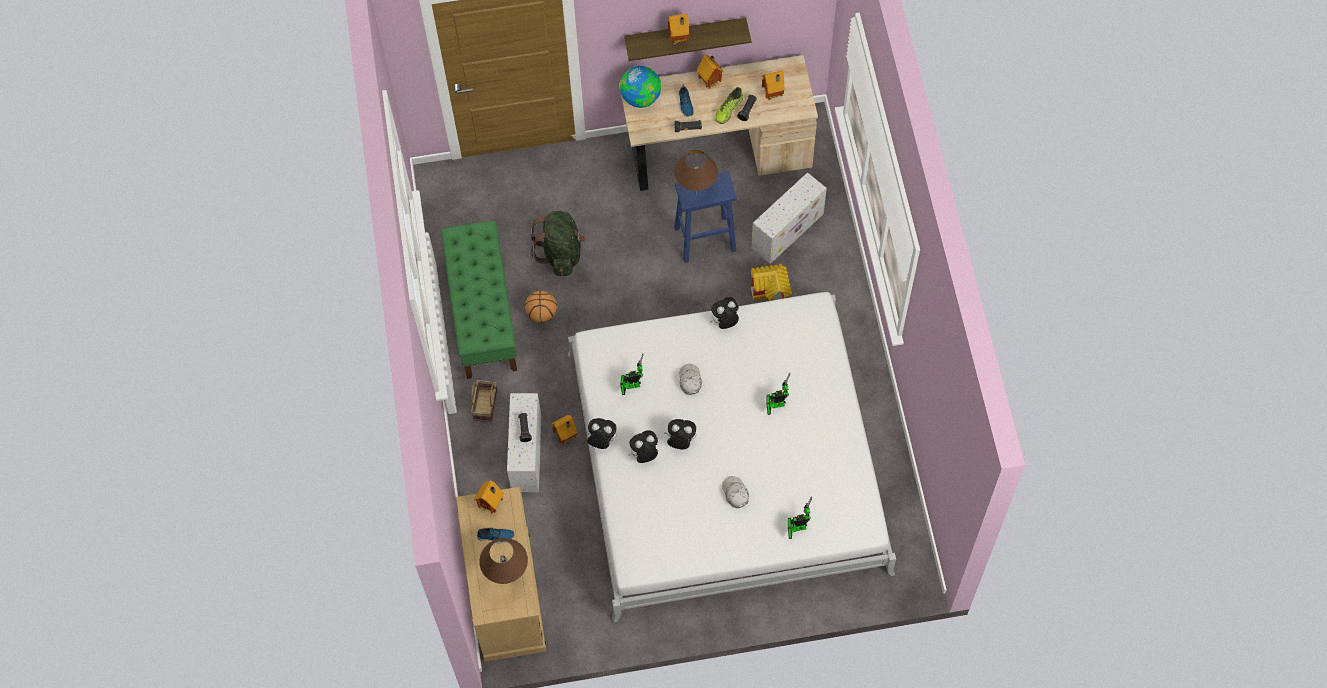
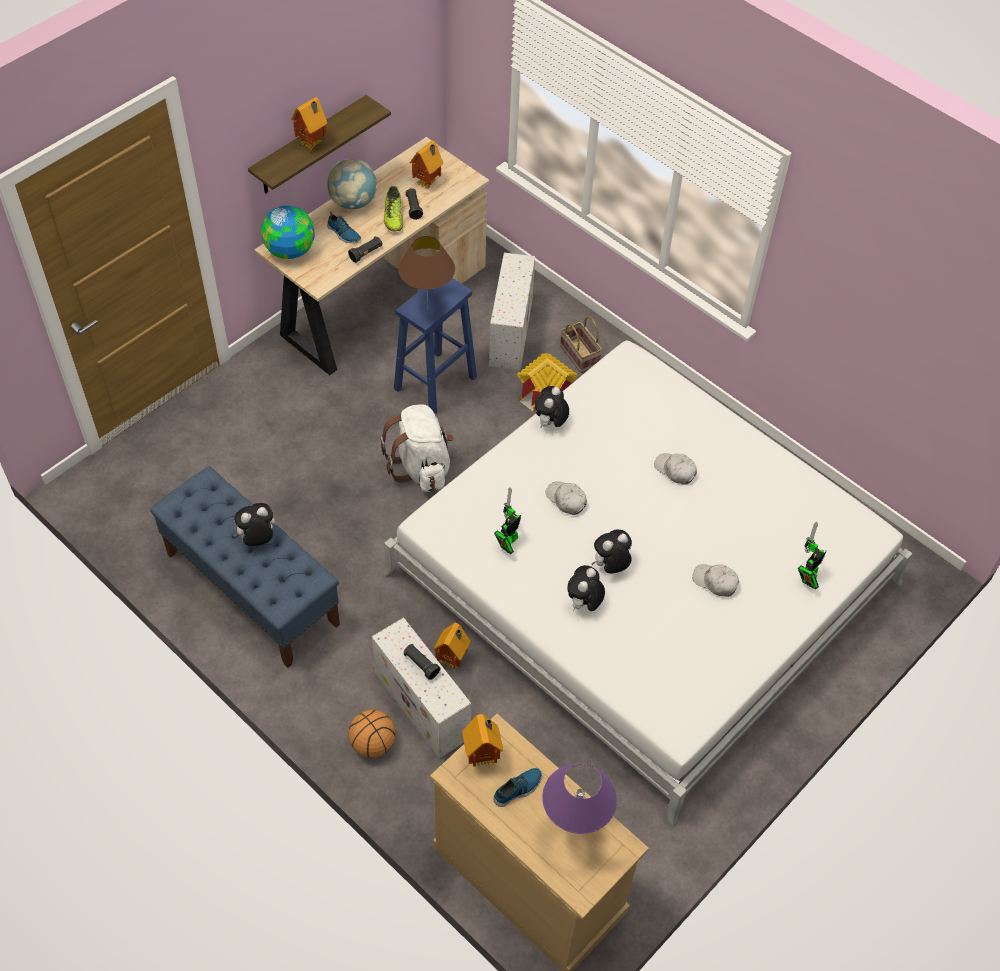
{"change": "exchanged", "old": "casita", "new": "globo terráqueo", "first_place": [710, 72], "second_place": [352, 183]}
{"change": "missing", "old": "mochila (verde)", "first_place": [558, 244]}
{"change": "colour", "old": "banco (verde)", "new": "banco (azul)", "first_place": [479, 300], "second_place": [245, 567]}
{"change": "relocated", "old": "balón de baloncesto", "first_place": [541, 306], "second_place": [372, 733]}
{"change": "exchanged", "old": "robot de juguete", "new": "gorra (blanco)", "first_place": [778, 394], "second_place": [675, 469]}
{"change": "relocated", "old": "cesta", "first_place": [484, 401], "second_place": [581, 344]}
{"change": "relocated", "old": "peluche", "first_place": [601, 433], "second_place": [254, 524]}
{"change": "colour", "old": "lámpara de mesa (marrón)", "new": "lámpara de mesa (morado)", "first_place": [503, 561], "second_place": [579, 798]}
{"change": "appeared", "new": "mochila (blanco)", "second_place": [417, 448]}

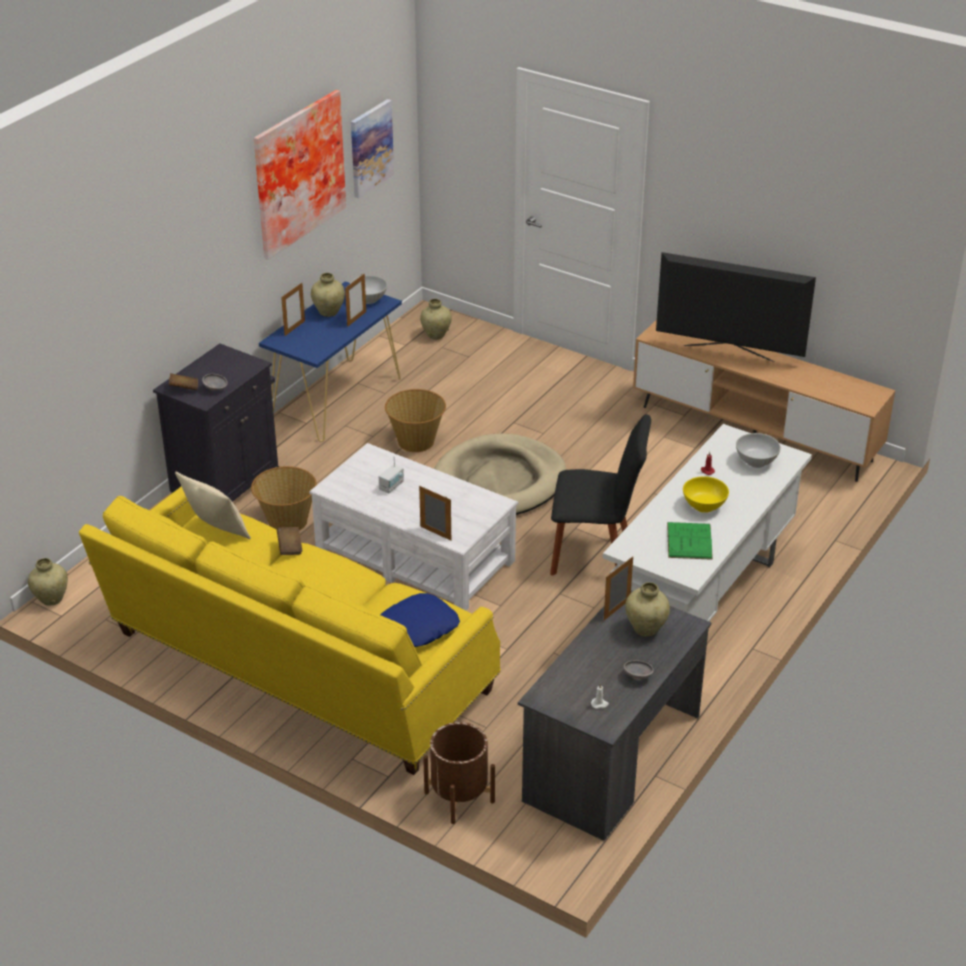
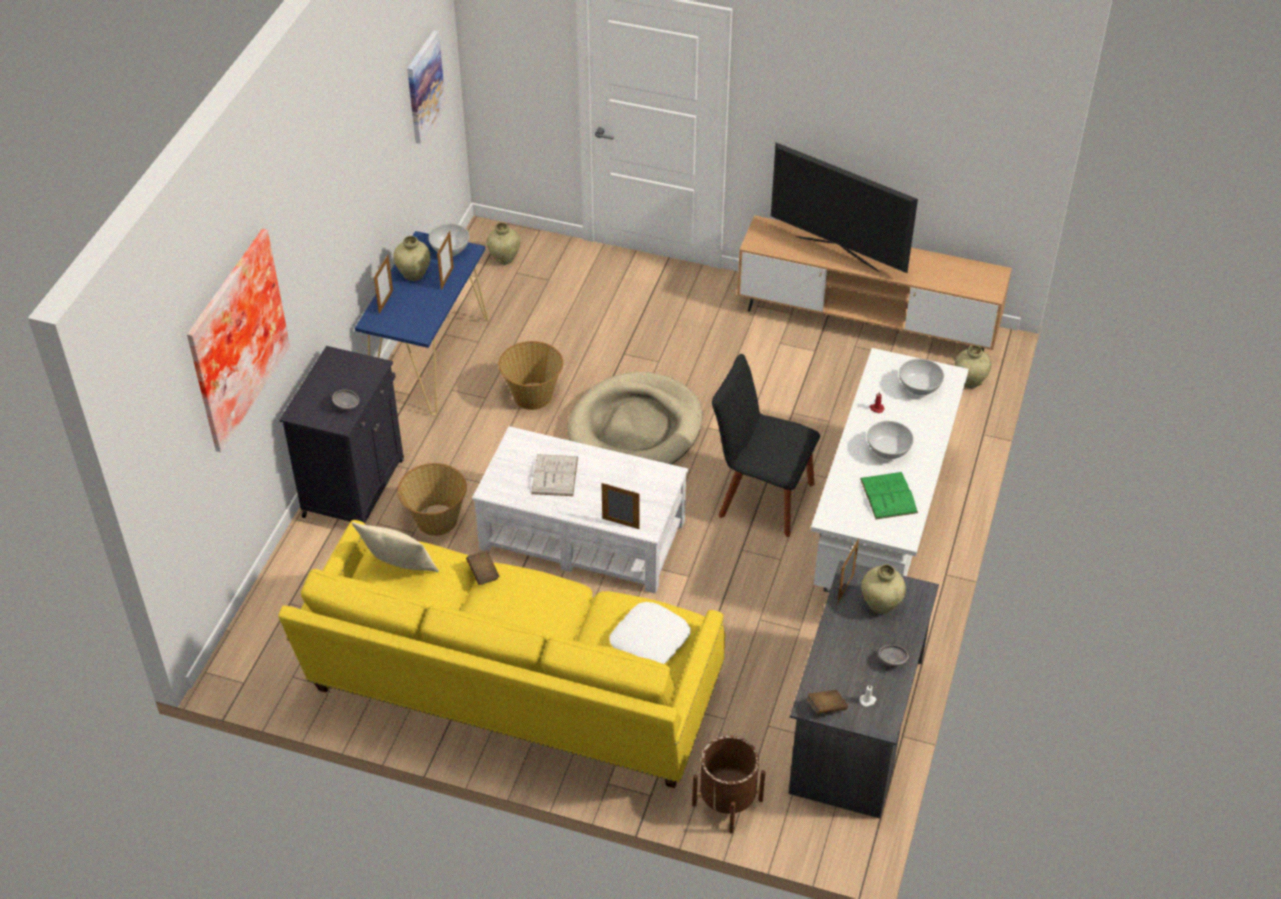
{"change": "relocated", "old": "cuadro", "first_place": [300, 175], "second_place": [238, 340]}
{"change": "spun", "old": "televisor", "first_place": [736, 307], "second_place": [844, 208], "degrees": -150}
{"change": "relocated", "old": "libro (marrón)", "first_place": [183, 381], "second_place": [827, 702]}
{"change": "spun", "old": "silla (negro)", "first_place": [600, 495], "second_place": [766, 445], "degrees": -150}
{"change": "exchanged", "old": "radio", "new": "libro (blanco)", "first_place": [391, 474], "second_place": [554, 475]}
{"change": "colour", "old": "cuenco (amarillo)", "new": "cuenco (blanco)", "first_place": [706, 494], "second_place": [890, 440]}
{"change": "relocated", "old": "florero (beis)", "first_place": [48, 581], "second_place": [972, 366]}
{"change": "colour", "old": "cojín (azul)", "new": "cojín (blanco)", "first_place": [420, 620], "second_place": [650, 633]}

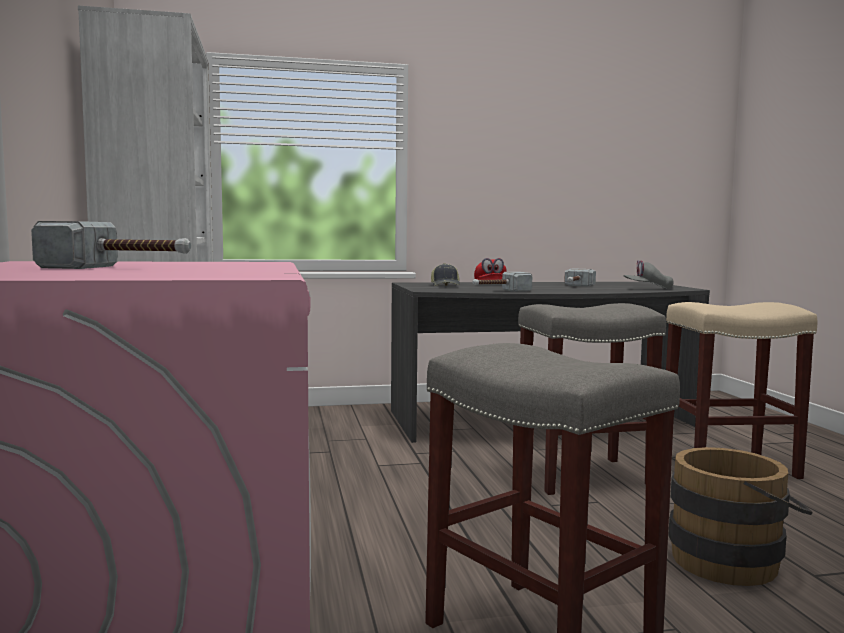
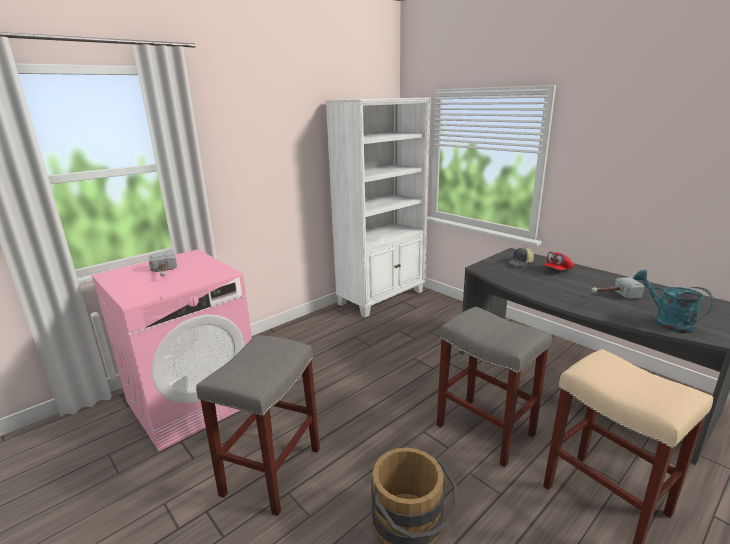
{"change": "exchanged", "old": "gorra (gris)", "new": "regadera (turquesa)", "first_place": [648, 274], "second_place": [674, 301]}
{"change": "missing", "old": "martillo", "first_place": [502, 282]}

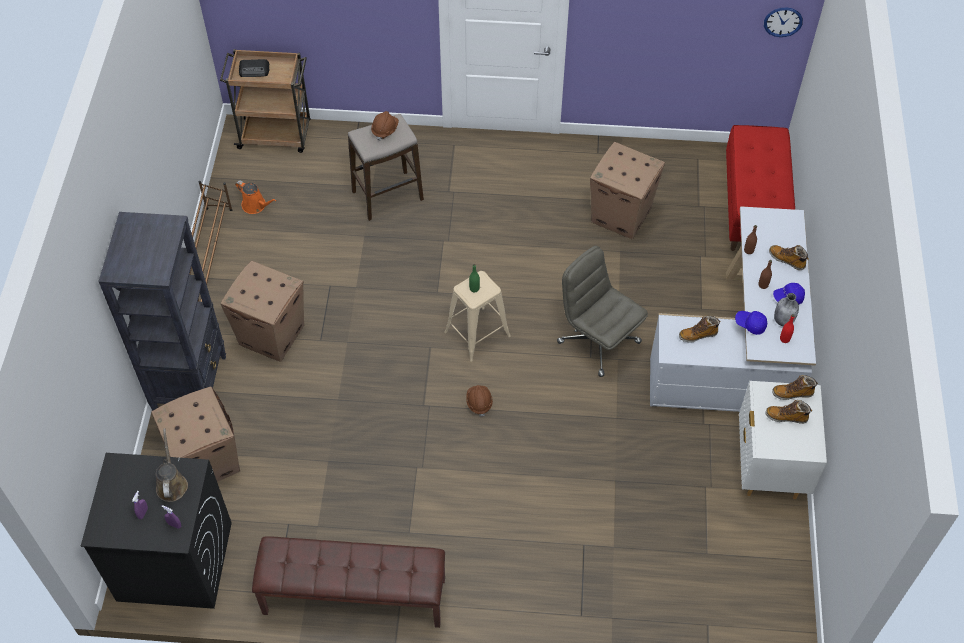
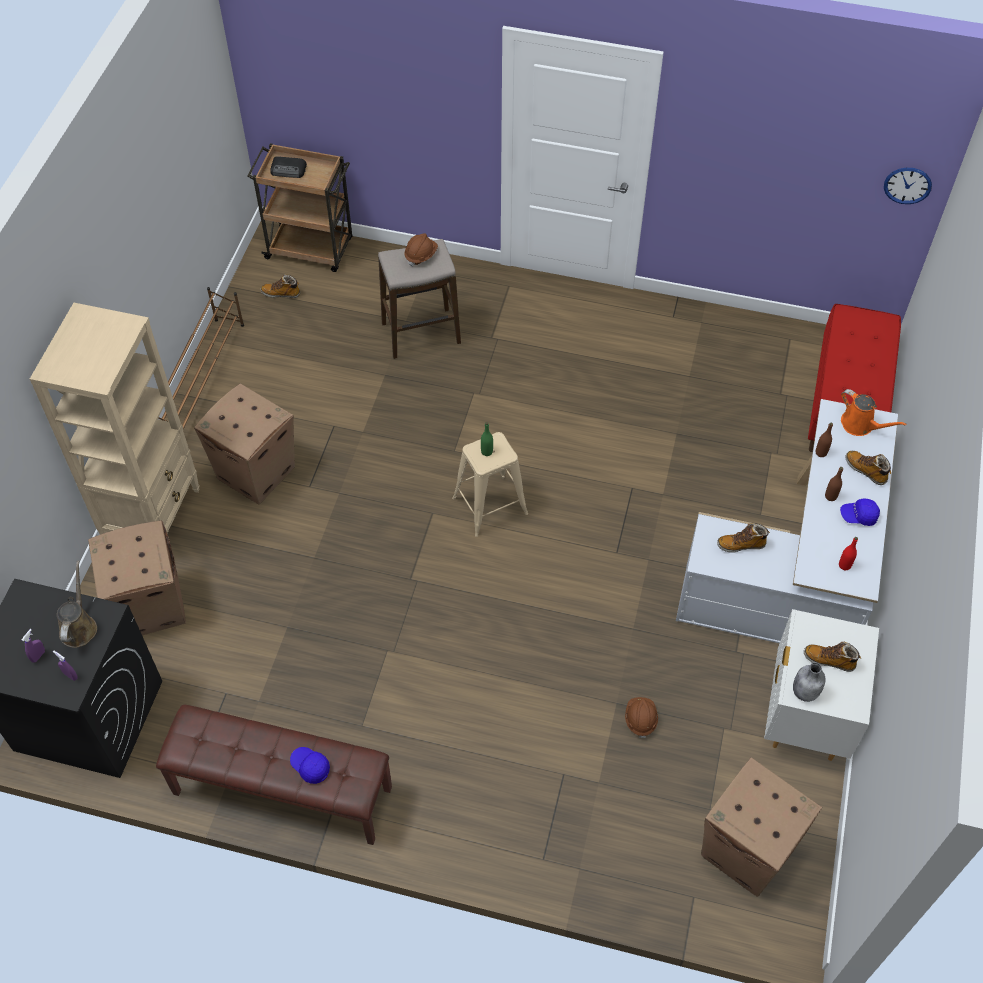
{"change": "relocated", "old": "caja de cartón", "first_place": [627, 190], "second_place": [761, 827]}
{"change": "relocated", "old": "regadera (naranja)", "first_place": [256, 197], "second_place": [873, 412]}
{"change": "colour", "old": "estantería (negro)", "new": "estantería (beis)", "first_place": [162, 311], "second_place": [115, 418]}
{"change": "missing", "old": "silla de oficina (gris)", "first_place": [602, 311]}
{"change": "relocated", "old": "botella (gris)", "first_place": [786, 309], "second_place": [809, 682]}
{"change": "relocated", "old": "gorra (azul)", "first_place": [751, 323], "second_place": [310, 765]}
{"change": "relocated", "old": "bota", "first_place": [795, 387], "second_place": [280, 286]}
{"change": "relocated", "old": "casco (marrón)", "first_place": [479, 400], "second_place": [641, 717]}

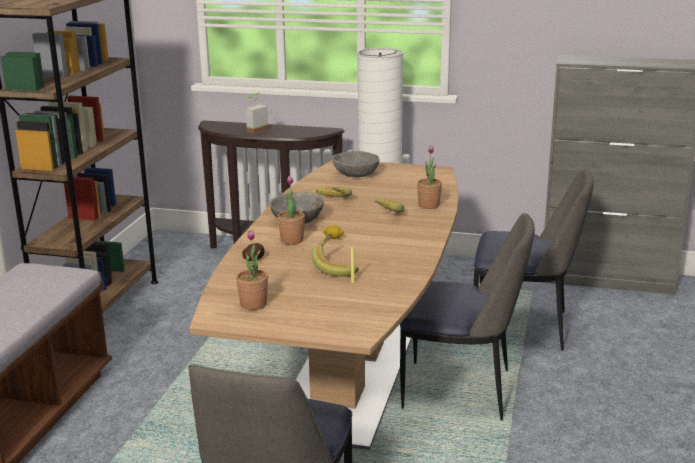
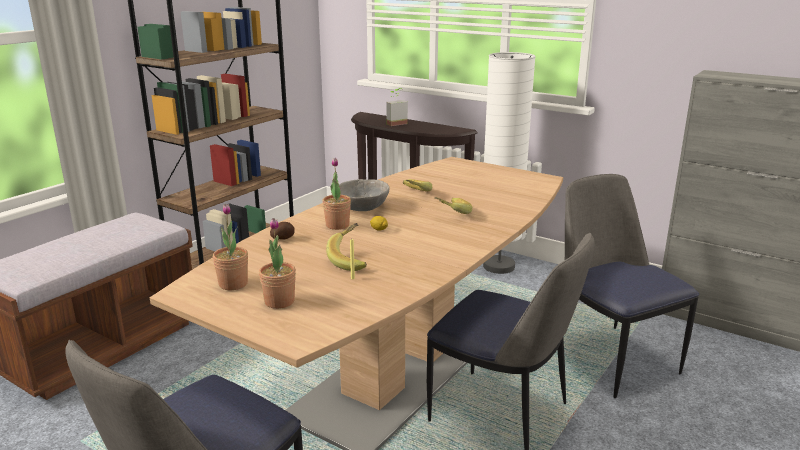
{"change": "relocated", "old": "planta en maceta", "first_place": [429, 177], "second_place": [277, 263]}
{"change": "missing", "old": "cuenco (gris)", "first_place": [356, 164]}
{"change": "spun", "old": "silla", "first_place": [534, 260], "second_place": [632, 286], "degrees": -150}

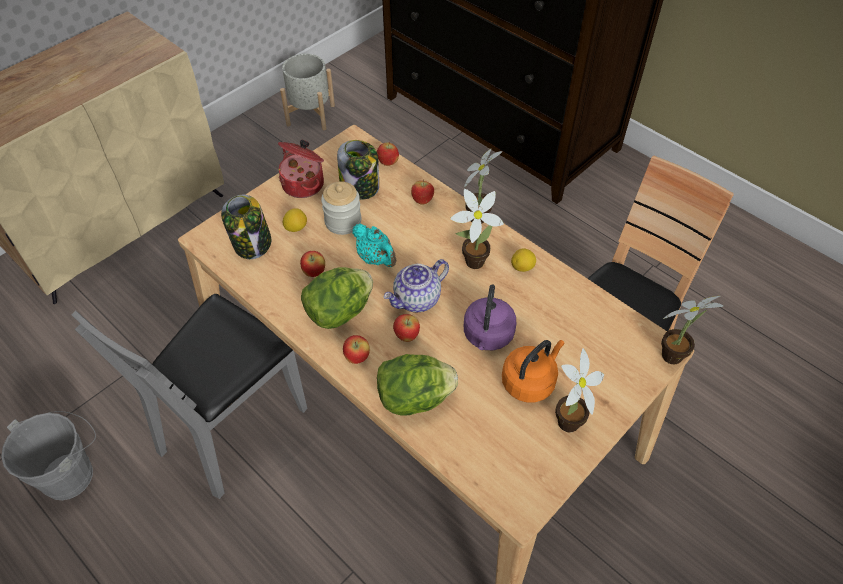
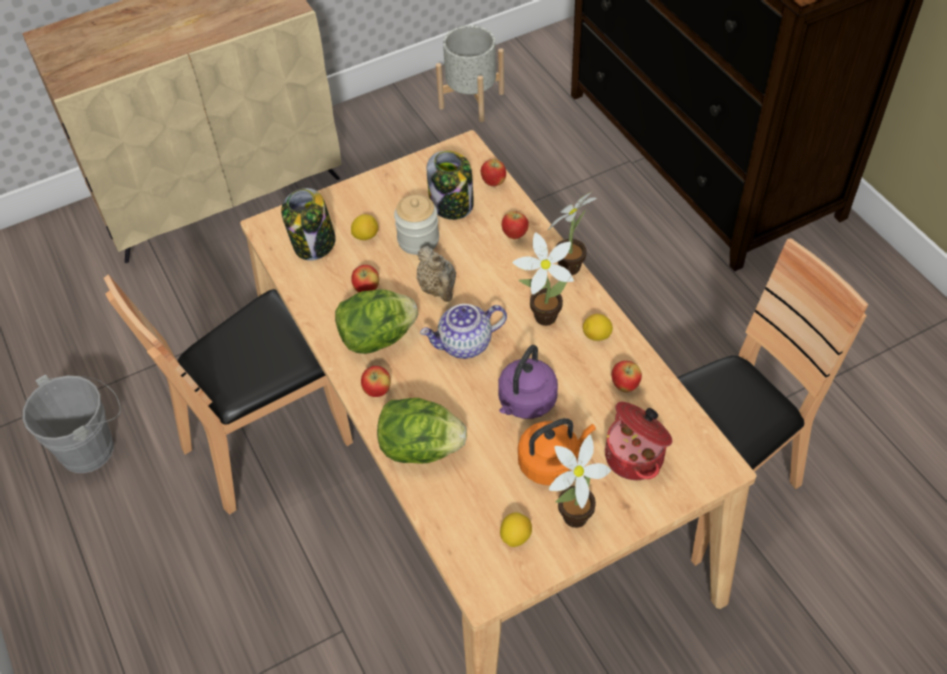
{"change": "relocated", "old": "olla", "first_place": [301, 169], "second_place": [638, 441]}
{"change": "colour", "old": "tetera (turquesa)", "new": "tetera (beis)", "first_place": [374, 245], "second_place": [436, 274]}
{"change": "colour", "old": "silla (gris)", "new": "silla (marrón)", "first_place": [189, 396], "second_place": [228, 394]}
{"change": "missing", "old": "planta en maceta", "first_place": [692, 330]}
{"change": "relocated", "old": "manzana", "first_place": [406, 328], "second_place": [626, 376]}
{"change": "appeared", "new": "limón", "second_place": [516, 529]}

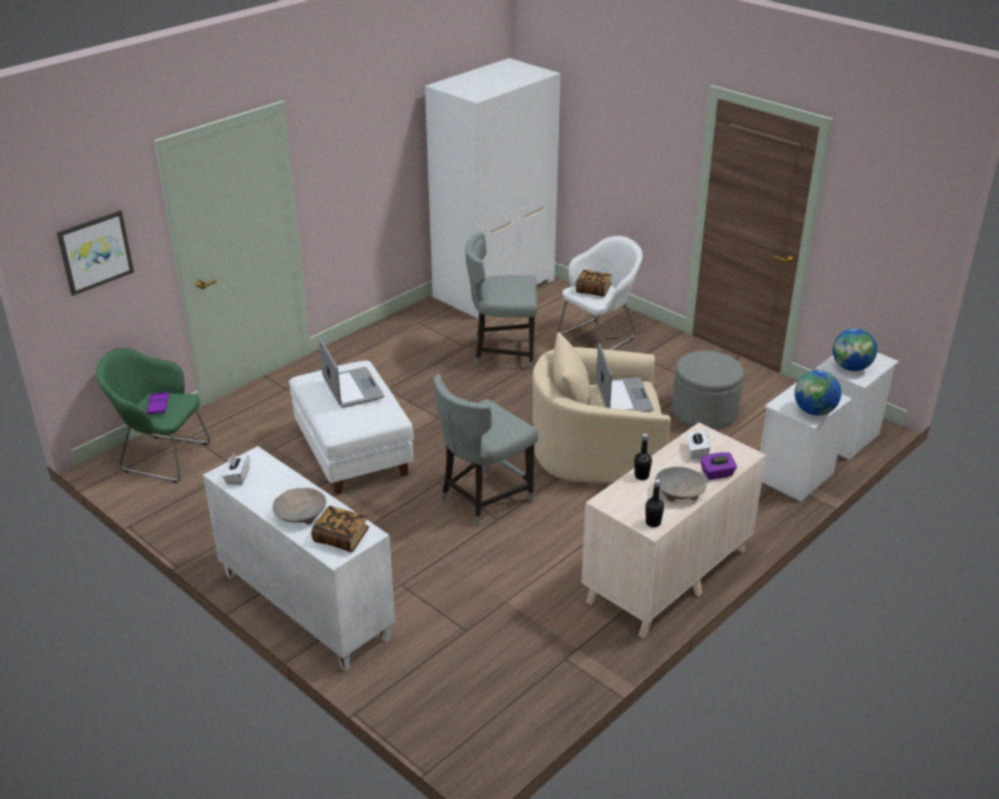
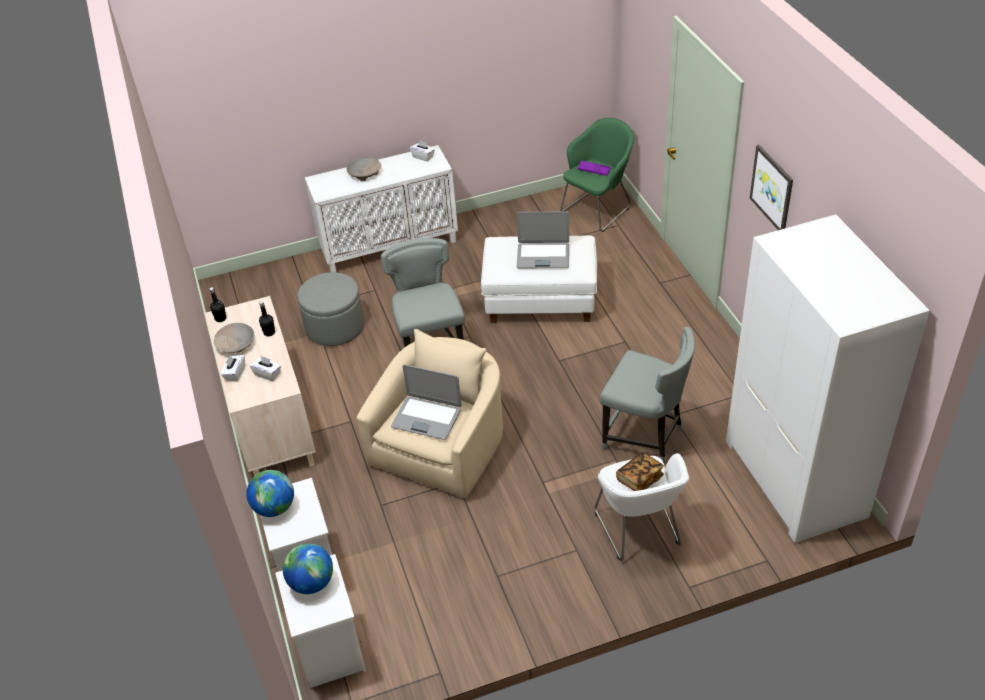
{"change": "relocated", "old": "cuadro", "first_place": [95, 253], "second_place": [771, 187]}
{"change": "spun", "old": "silla (gris)", "first_place": [501, 301], "second_place": [647, 395], "degrees": 90}
{"change": "relocated", "old": "puf (gris)", "first_place": [708, 390], "second_place": [330, 309]}
{"change": "colour", "old": "caja de pañuelos (morado)", "new": "caja de pañuelos (blanco)", "first_place": [718, 466], "second_place": [232, 367]}
{"change": "missing", "old": "libro", "first_place": [340, 529]}

